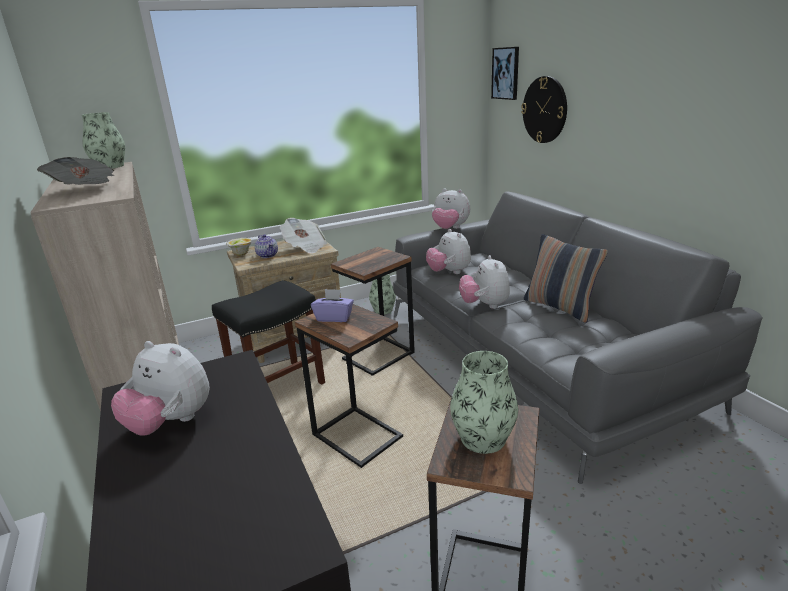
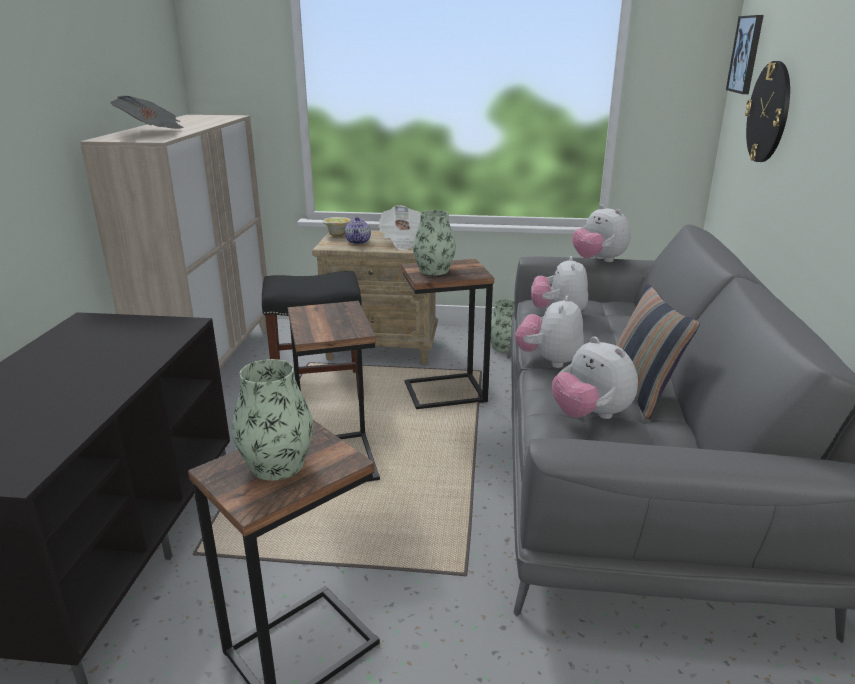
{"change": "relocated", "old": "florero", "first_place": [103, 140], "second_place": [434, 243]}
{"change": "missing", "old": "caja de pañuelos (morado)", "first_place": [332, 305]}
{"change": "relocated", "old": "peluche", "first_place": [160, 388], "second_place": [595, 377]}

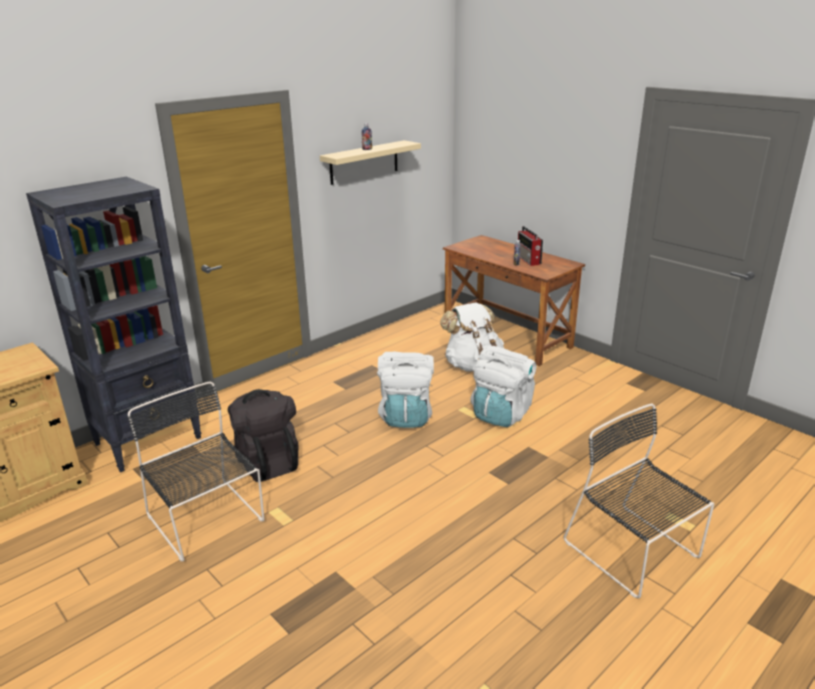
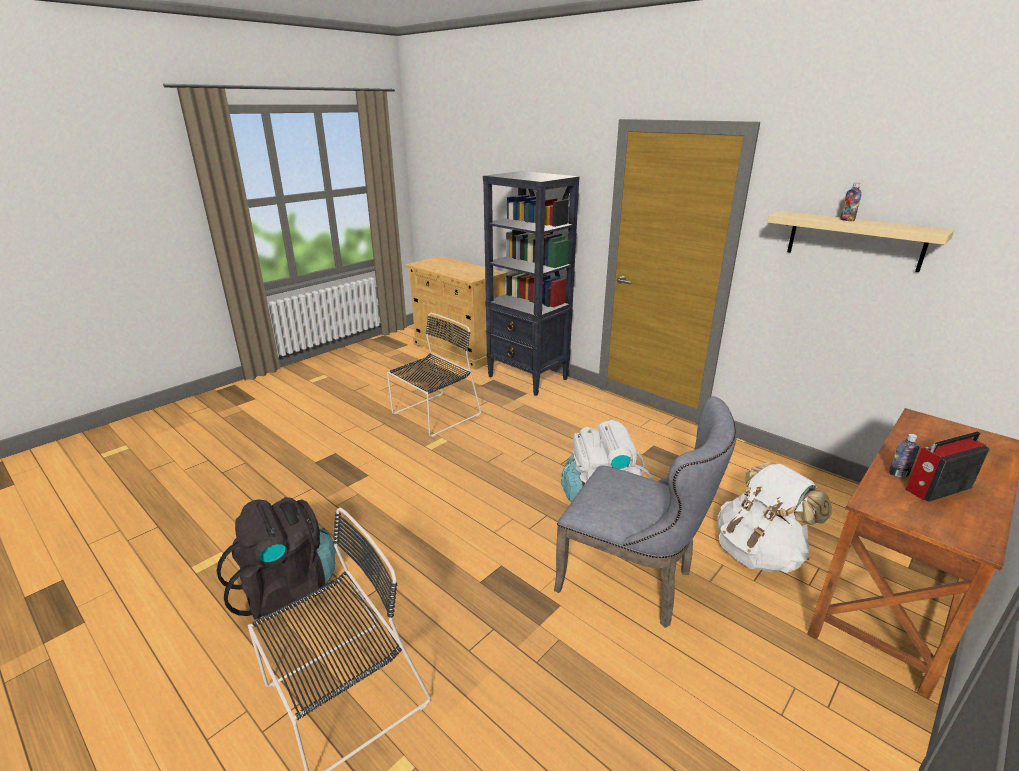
{"change": "exchanged", "old": "mochila (blanco)", "new": "silla (gris)", "first_place": [503, 386], "second_place": [645, 512]}
{"change": "relocated", "old": "mochila (negro)", "first_place": [262, 435], "second_place": [276, 558]}

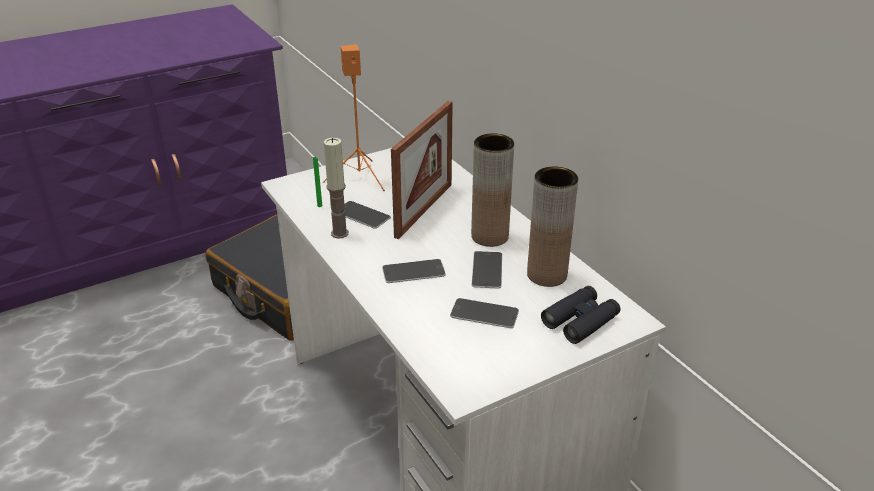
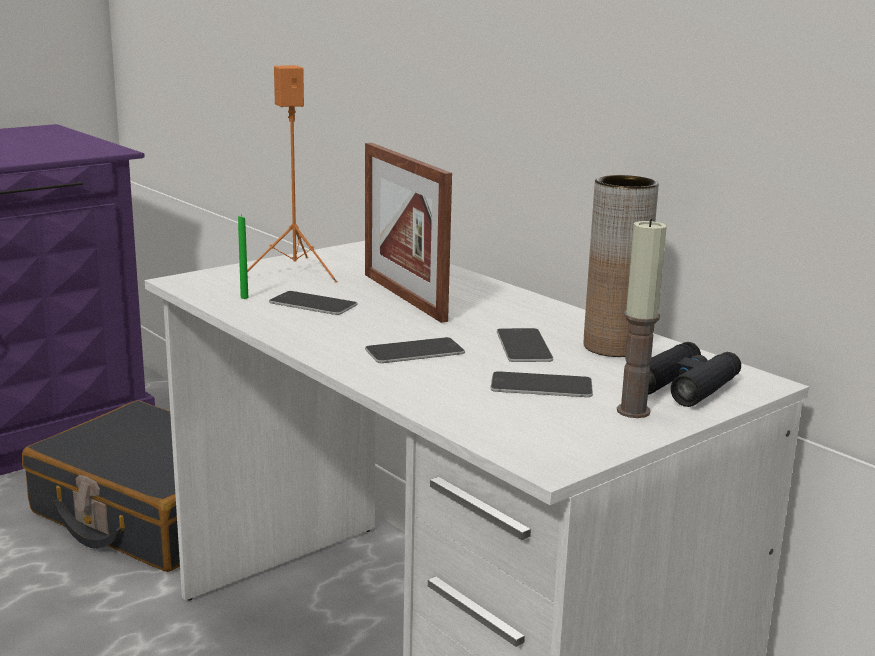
{"change": "spun", "old": "portarretratos", "first_place": [422, 170], "second_place": [408, 233], "degrees": 135}
{"change": "missing", "old": "florero (marrón)", "first_place": [492, 190]}
{"change": "relocated", "old": "vela", "first_place": [336, 188], "second_place": [642, 318]}

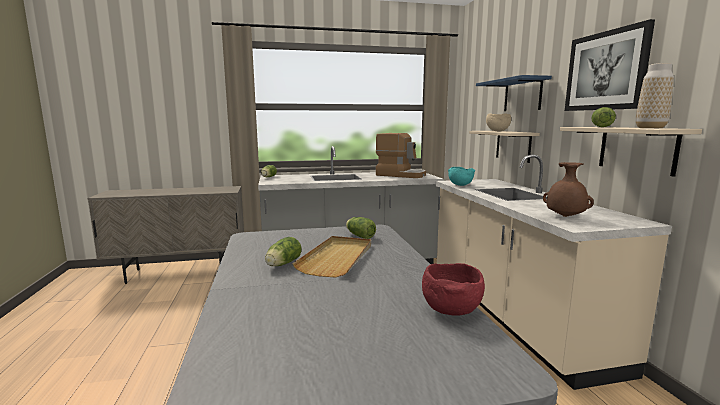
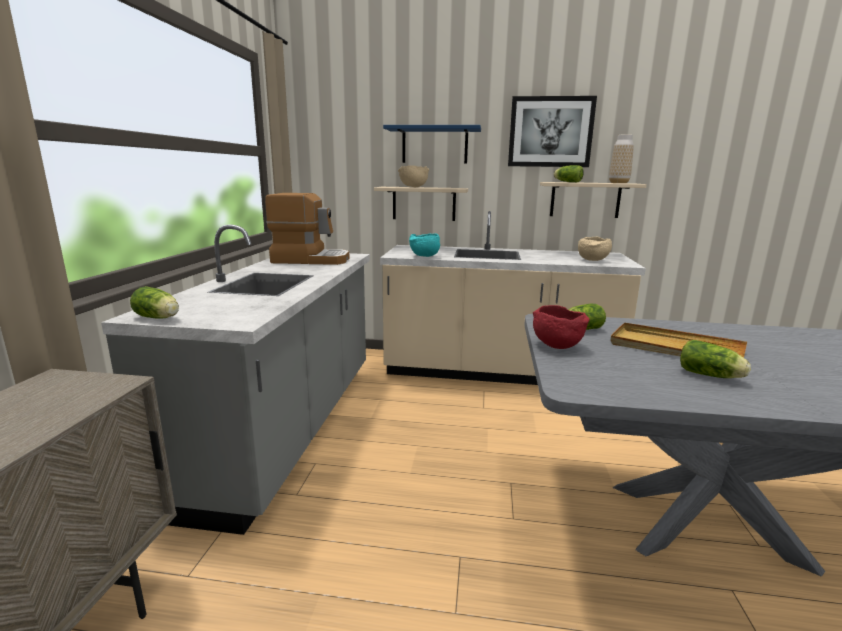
{"change": "spun", "old": "cafetera", "first_place": [401, 155], "second_place": [307, 229], "degrees": 45}
{"change": "exchanged", "old": "florero (marrón)", "new": "cuenco (beis)", "first_place": [568, 189], "second_place": [595, 248]}
{"change": "relocated", "old": "cuenco (rojo)", "first_place": [453, 289], "second_place": [561, 327]}

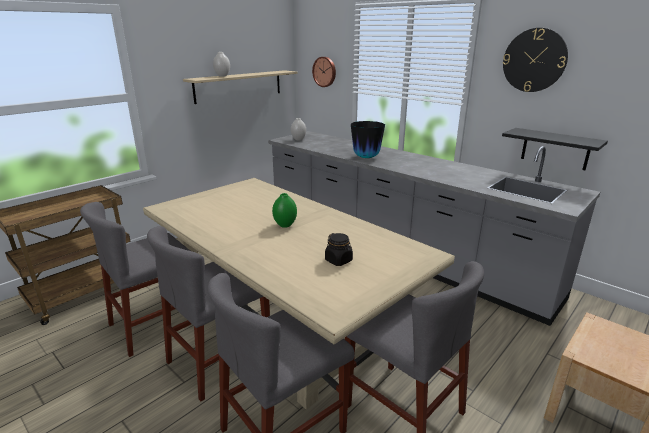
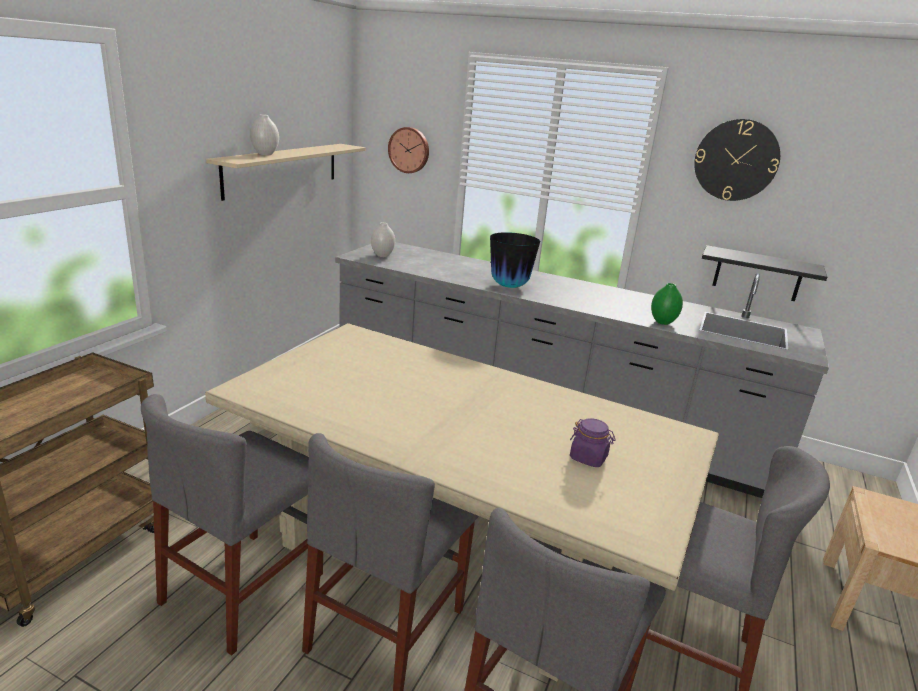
{"change": "relocated", "old": "florero (verde)", "first_place": [284, 210], "second_place": [667, 304]}
{"change": "colour", "old": "tarro (negro)", "new": "tarro (morado)", "first_place": [339, 249], "second_place": [593, 442]}

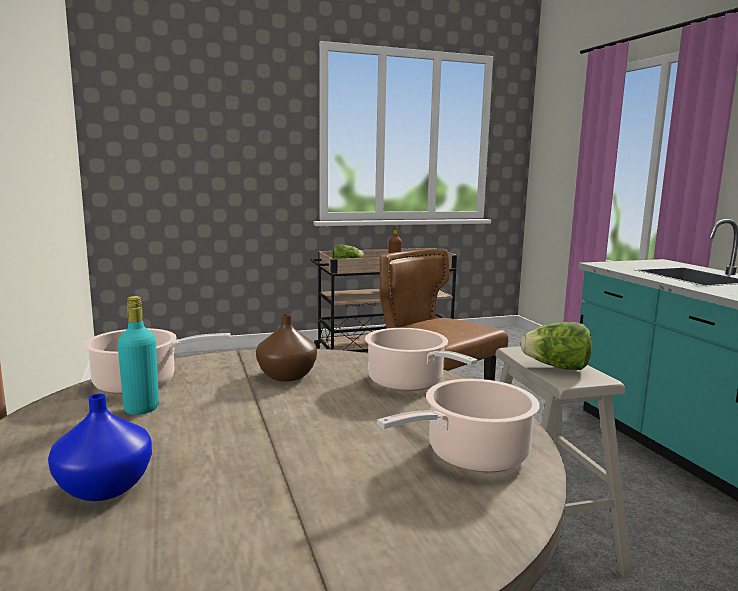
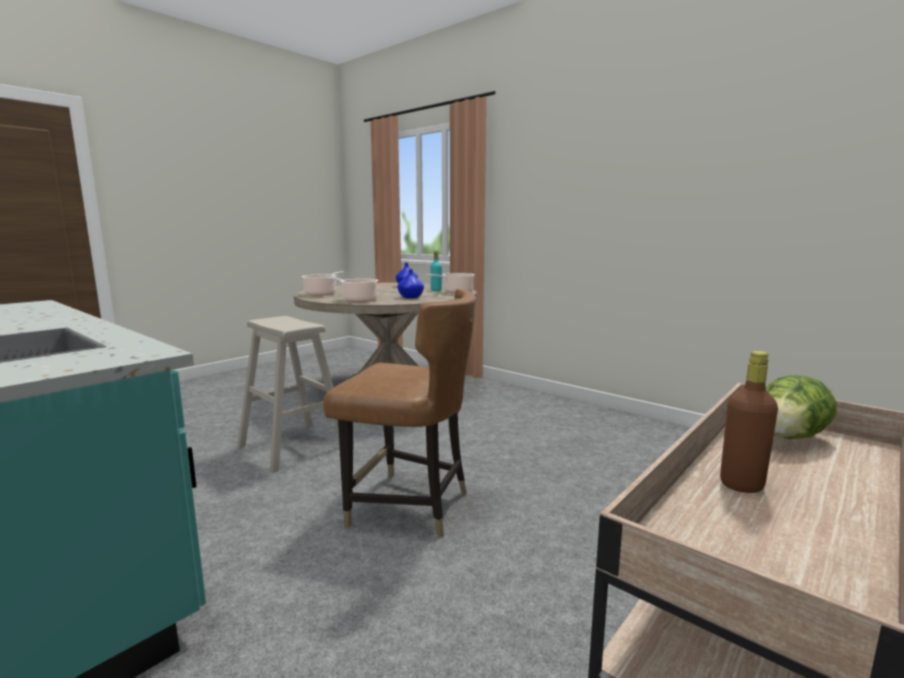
{"change": "colour", "old": "florero (marrón)", "new": "florero (azul)", "first_place": [286, 347], "second_place": [411, 283]}
{"change": "missing", "old": "lechuga", "first_place": [556, 346]}

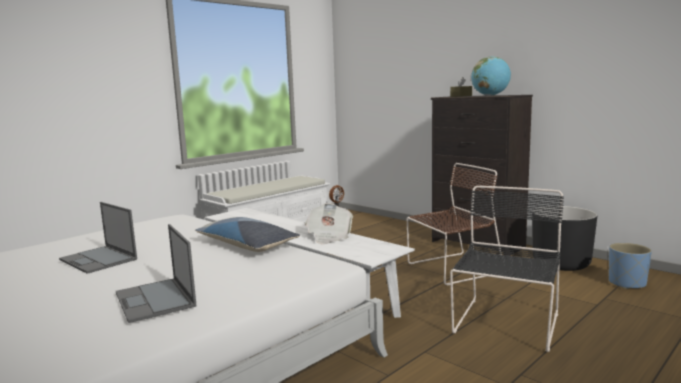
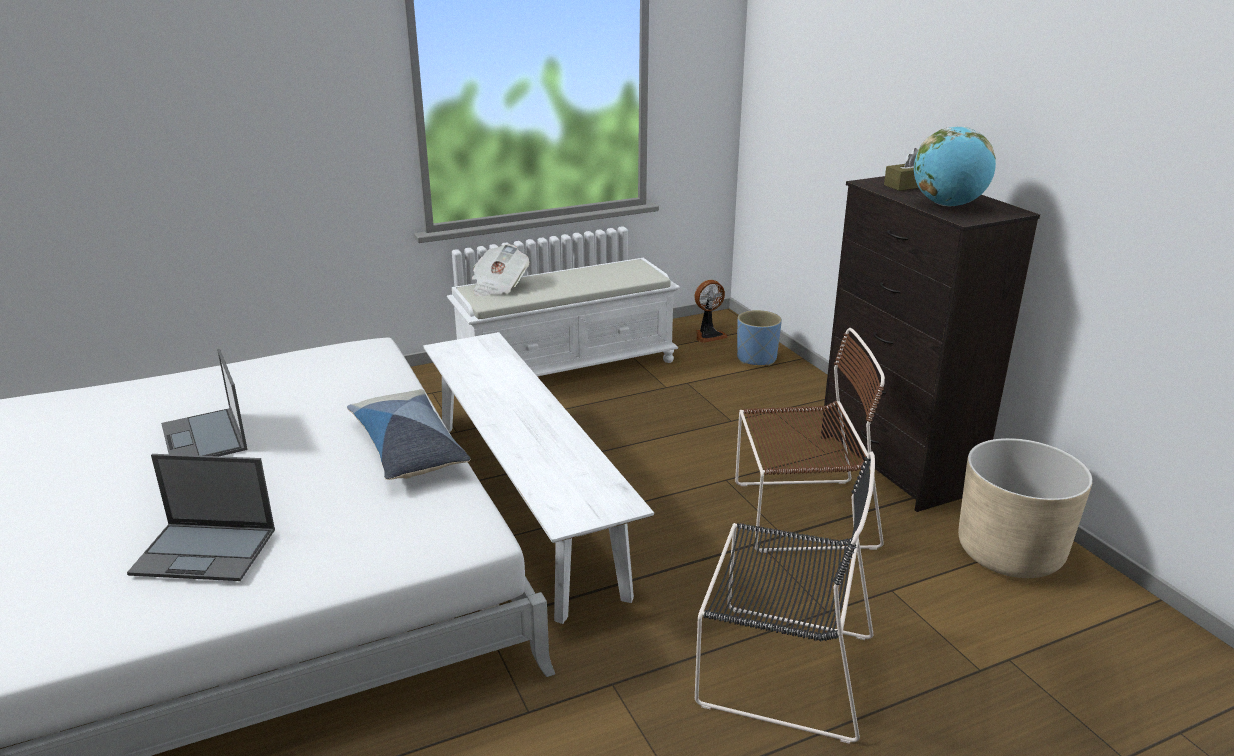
{"change": "spun", "old": "silla (negro)", "first_place": [507, 269], "second_place": [785, 597], "degrees": 60}
{"change": "relocated", "old": "periódico", "first_place": [329, 223], "second_place": [501, 270]}
{"change": "colour", "old": "maceta (negro)", "new": "maceta (beis)", "first_place": [564, 238], "second_place": [1025, 508]}
{"change": "spun", "old": "portátil", "first_place": [156, 273], "second_place": [201, 517], "degrees": -75}
{"change": "relocated", "old": "maceta (azul)", "first_place": [630, 266], "second_place": [759, 338]}

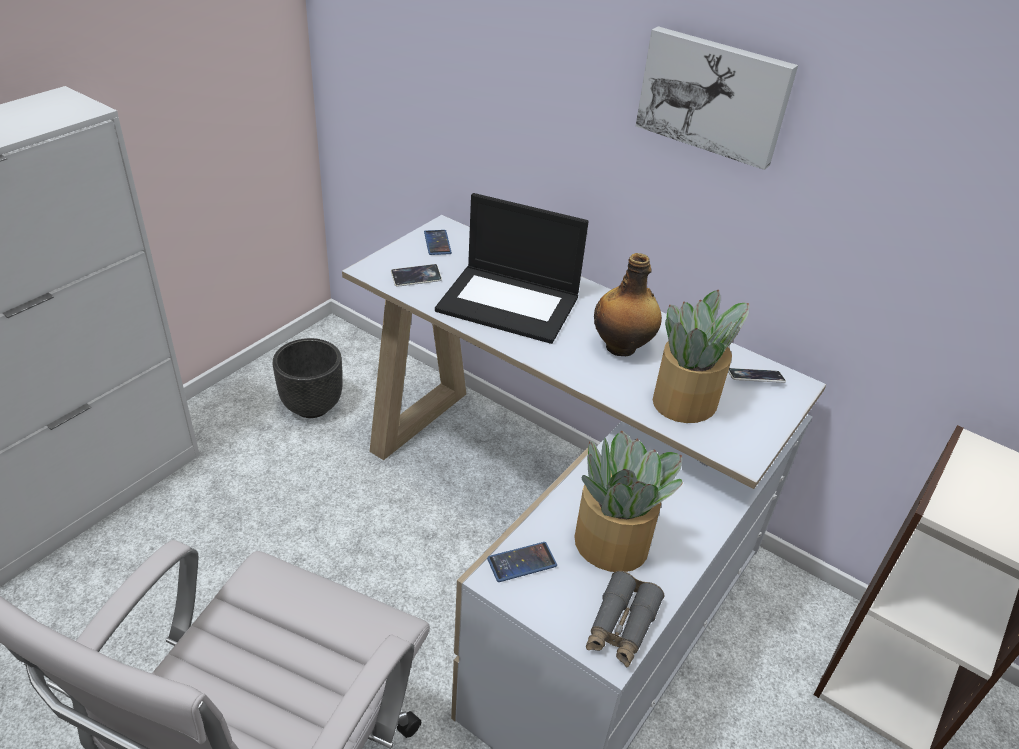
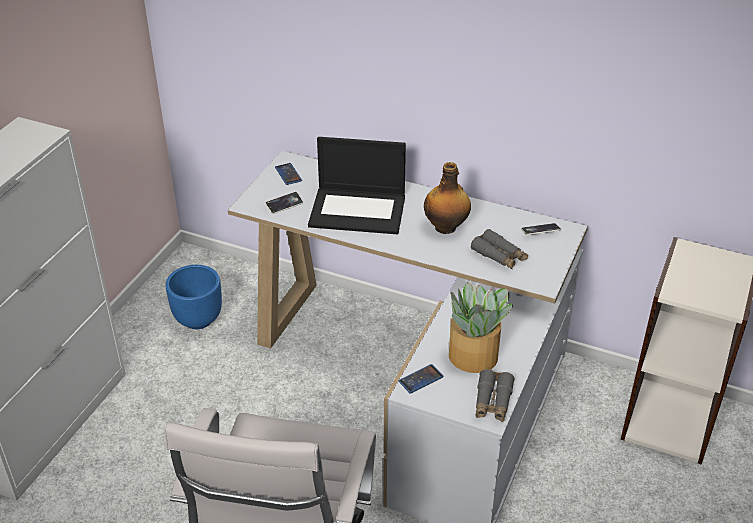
{"change": "missing", "old": "cuadro", "first_place": [717, 98]}
{"change": "exchanged", "old": "planta en maceta", "new": "prismáticos (gris)", "first_place": [701, 356], "second_place": [499, 249]}
{"change": "colour", "old": "maceta (negro)", "new": "maceta (azul)", "first_place": [308, 378], "second_place": [193, 297]}

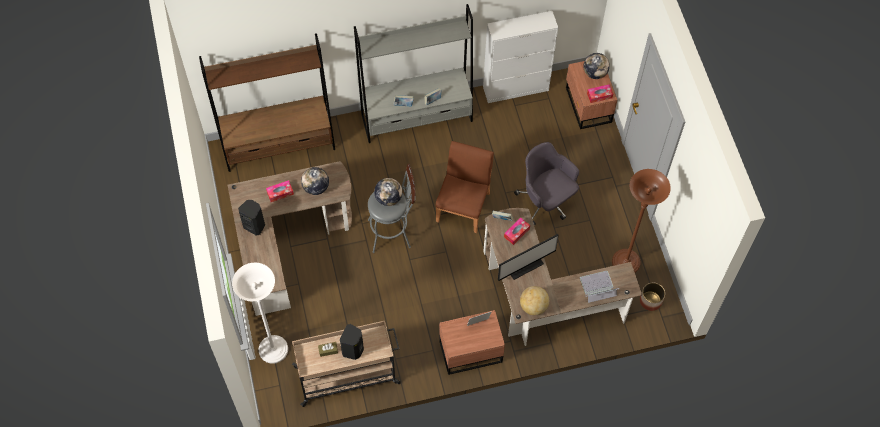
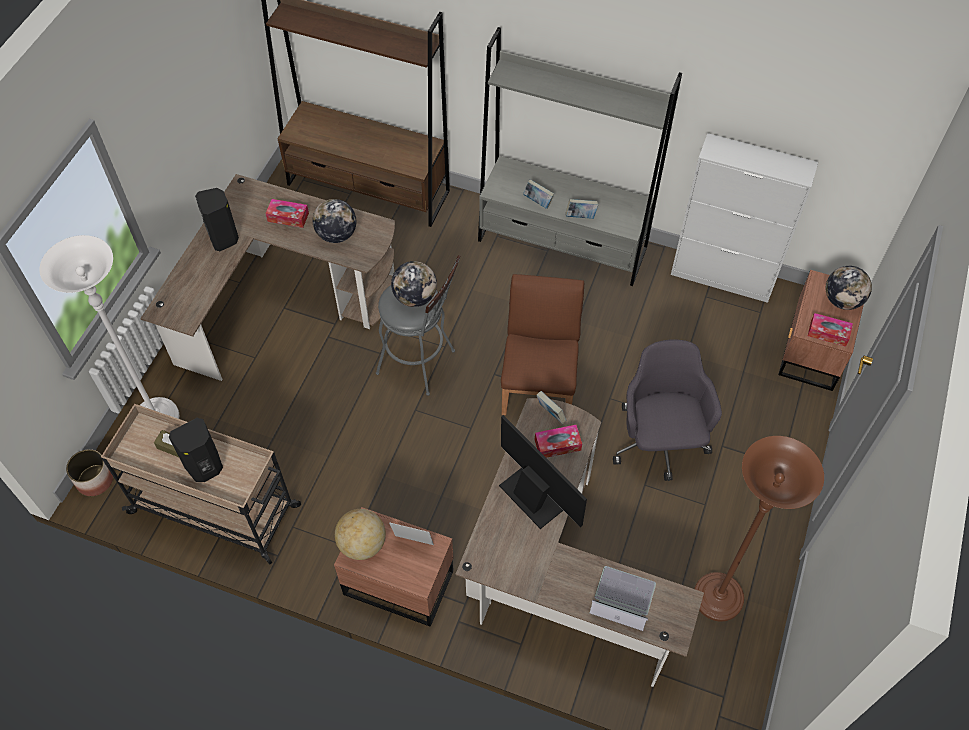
{"change": "spun", "old": "silla (marrón)", "first_place": [465, 187], "second_place": [542, 344], "degrees": -45}
{"change": "spun", "old": "monitor", "first_place": [528, 257], "second_place": [543, 472], "degrees": -135}
{"change": "relocated", "old": "maceta", "first_place": [652, 297], "second_place": [89, 472]}
{"change": "relocated", "old": "globo terráqueo", "first_place": [534, 300], "second_place": [360, 534]}

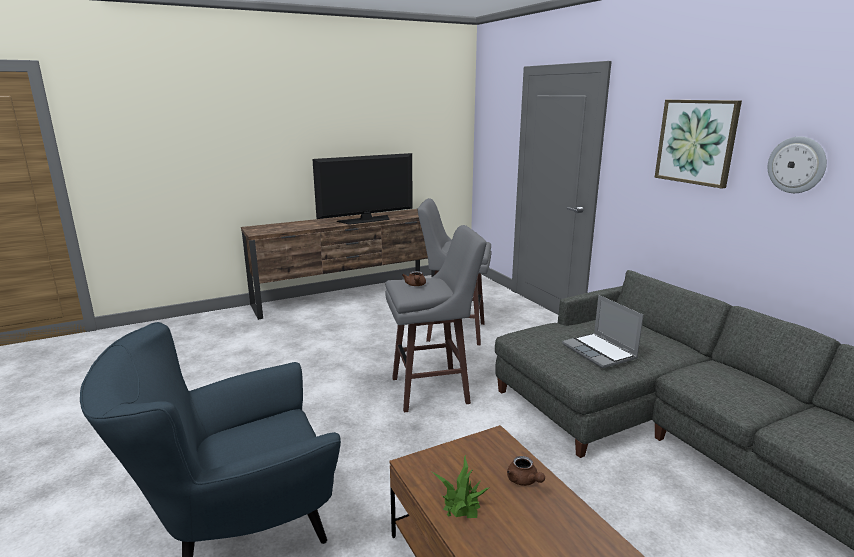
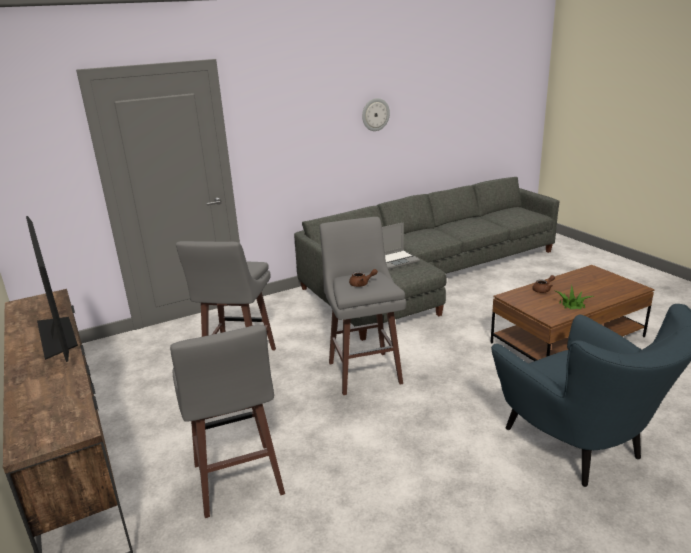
{"change": "missing", "old": "cuadro", "first_place": [698, 144]}
{"change": "appeared", "new": "taburete (gris)", "second_place": [227, 421]}

